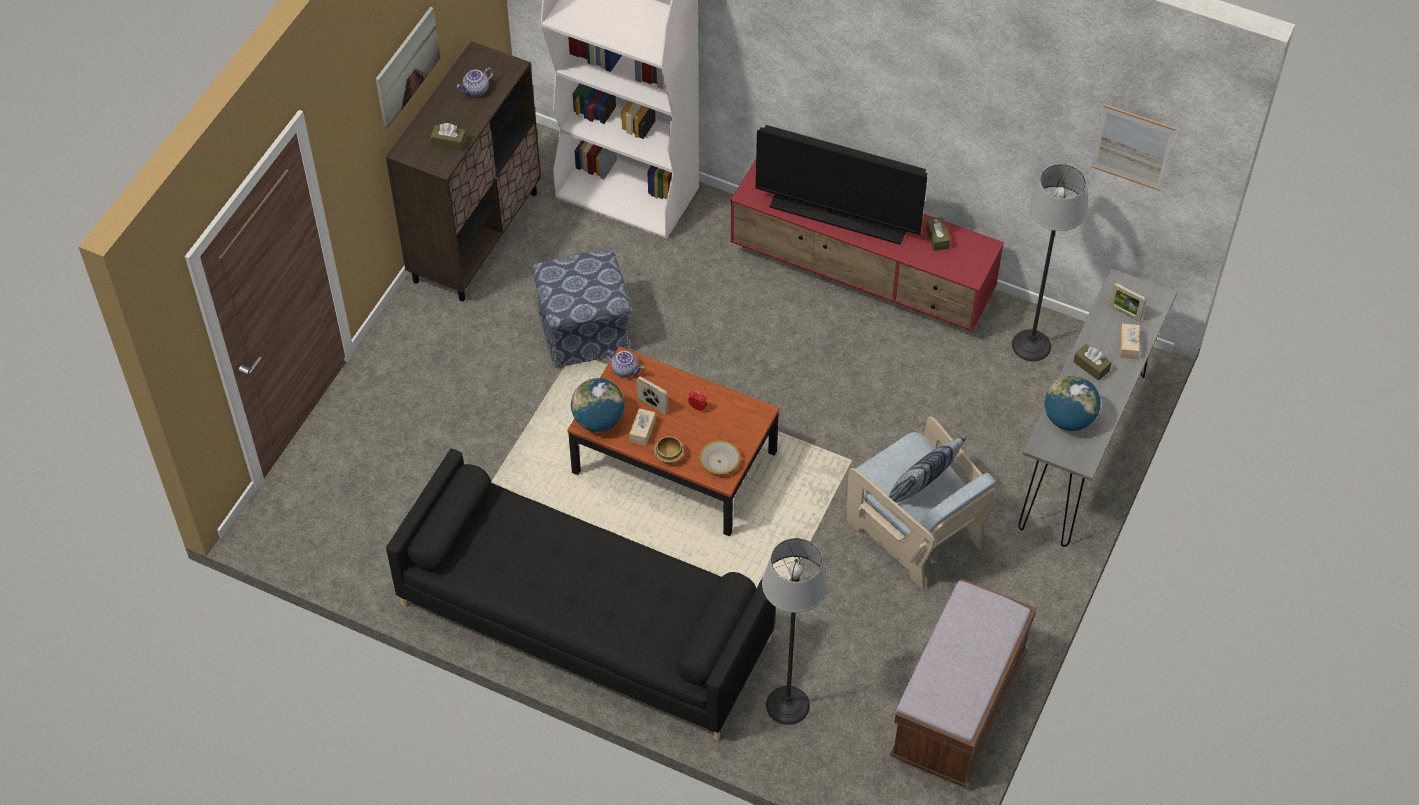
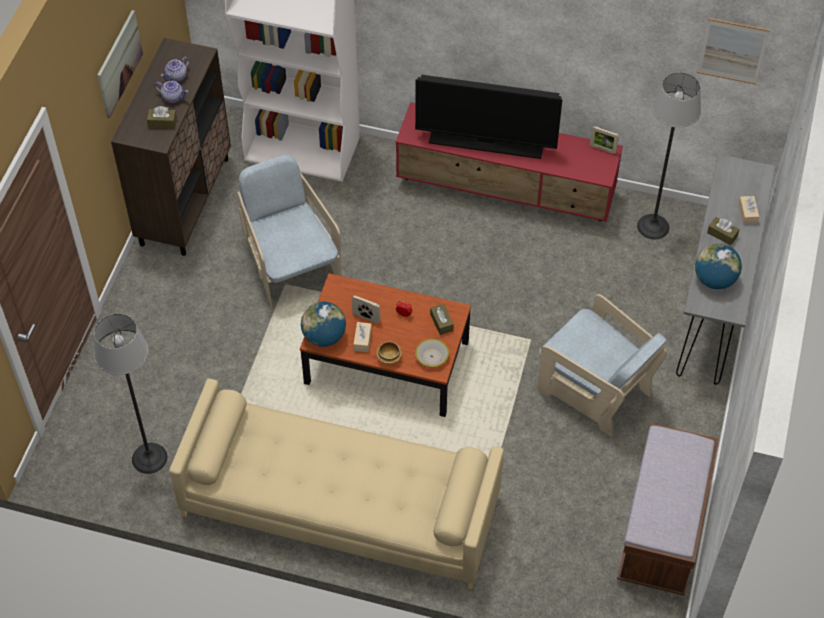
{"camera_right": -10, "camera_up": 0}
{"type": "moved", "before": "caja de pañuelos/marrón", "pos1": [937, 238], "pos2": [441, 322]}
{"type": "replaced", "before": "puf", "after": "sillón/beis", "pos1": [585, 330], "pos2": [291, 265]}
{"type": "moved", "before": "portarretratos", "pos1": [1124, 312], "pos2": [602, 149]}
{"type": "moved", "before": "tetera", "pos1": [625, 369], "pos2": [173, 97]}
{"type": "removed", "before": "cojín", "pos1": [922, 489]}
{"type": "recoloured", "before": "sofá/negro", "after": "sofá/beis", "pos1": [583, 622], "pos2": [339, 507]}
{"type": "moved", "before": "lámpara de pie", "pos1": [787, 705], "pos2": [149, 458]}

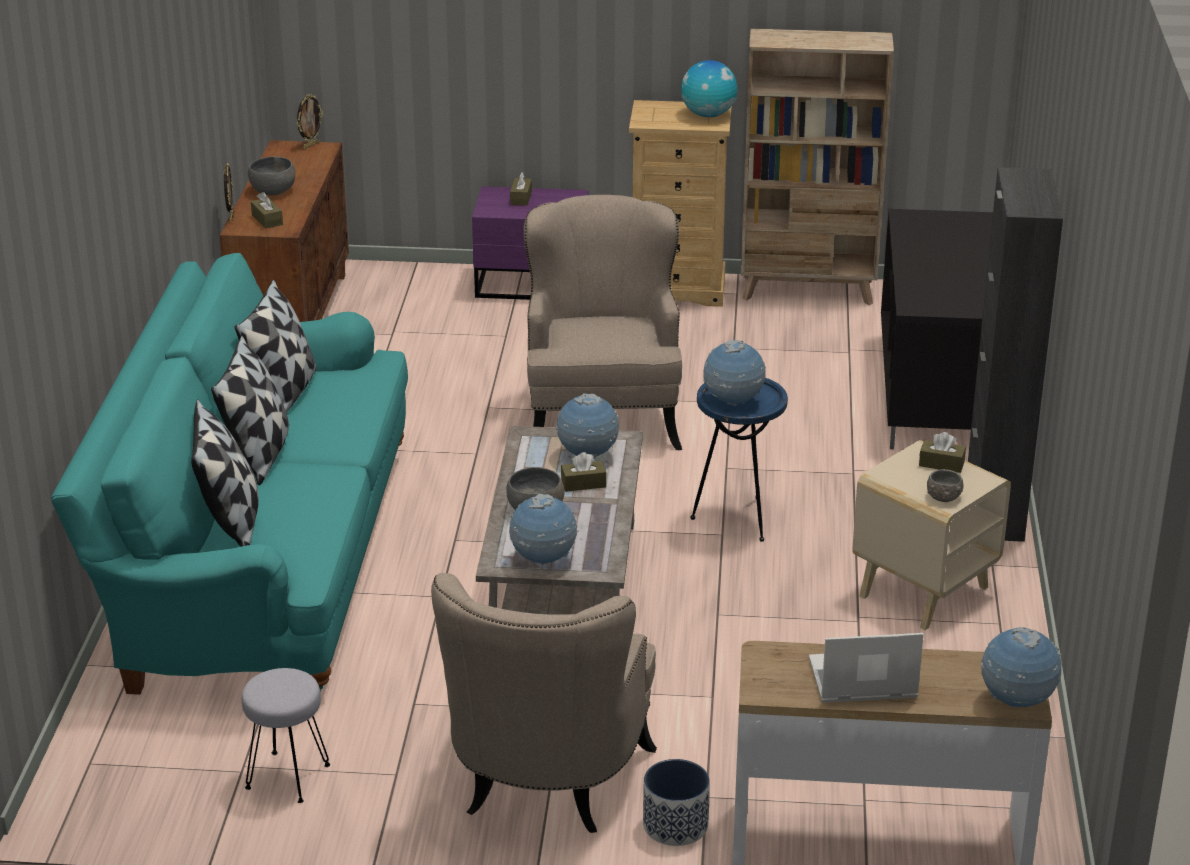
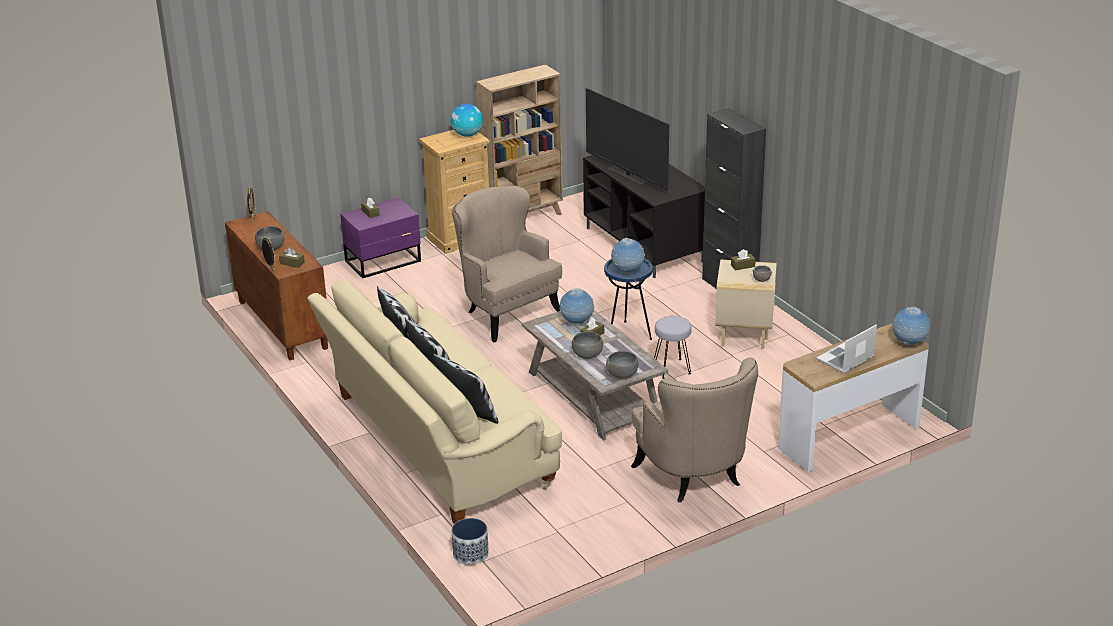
{"camera_right": -35, "camera_up": 0}
{"type": "recoloured", "before": "sofá/turquesa", "after": "sofá/beis", "pos1": [260, 563], "pos2": [436, 443]}
{"type": "replaced", "before": "globo terráqueo", "after": "cuenco/gris", "pos1": [543, 560], "pos2": [622, 374]}
{"type": "moved", "before": "taburete/gris", "pos1": [288, 777], "pos2": [672, 369]}
{"type": "moved", "before": "maceta", "pos1": [675, 825], "pos2": [470, 554]}
{"type": "added", "after": "televisor", "pos2": [627, 175]}

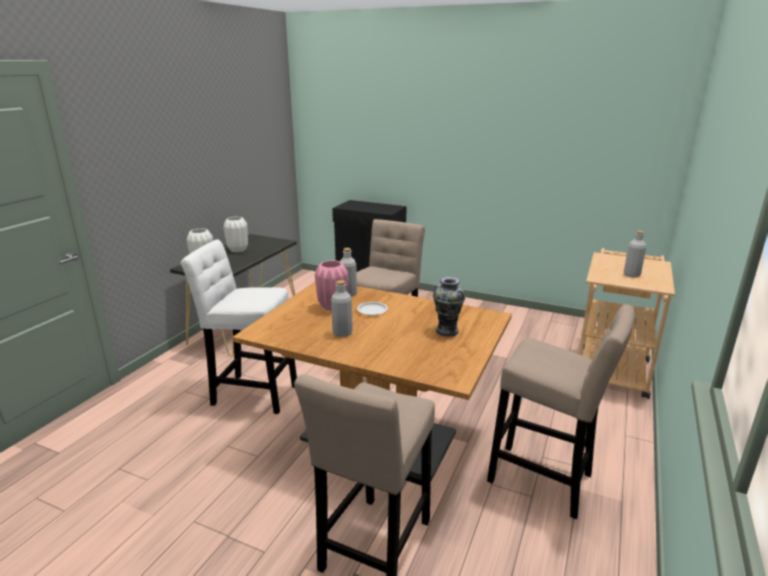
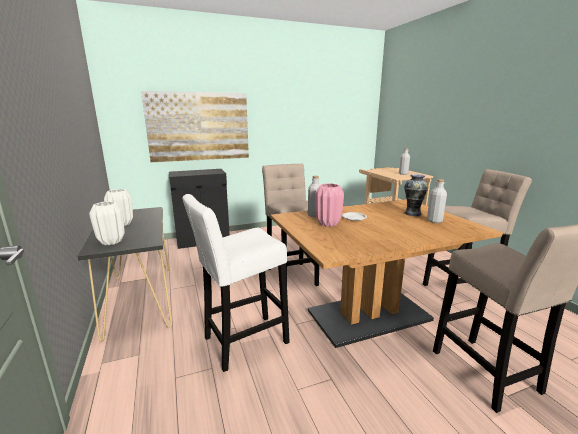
{"camera_right": -45, "camera_up": -5}
{"type": "moved", "before": "botella/gris", "pos1": [342, 333], "pos2": [434, 221]}
{"type": "added", "after": "cuadro", "pos2": [199, 126]}

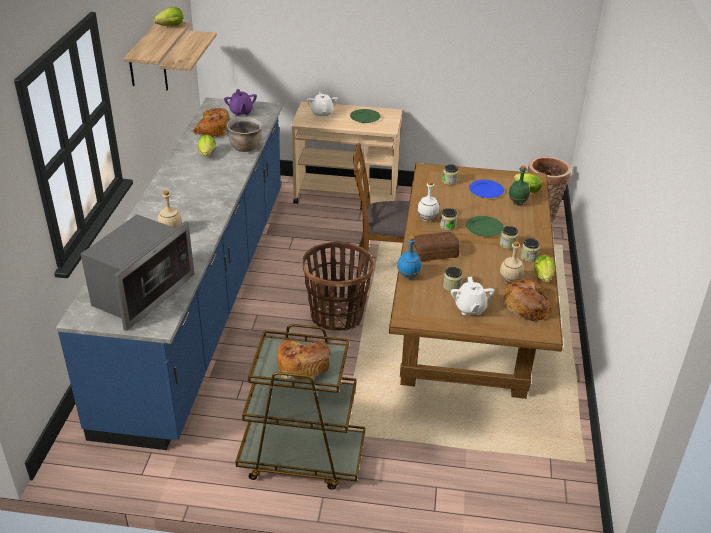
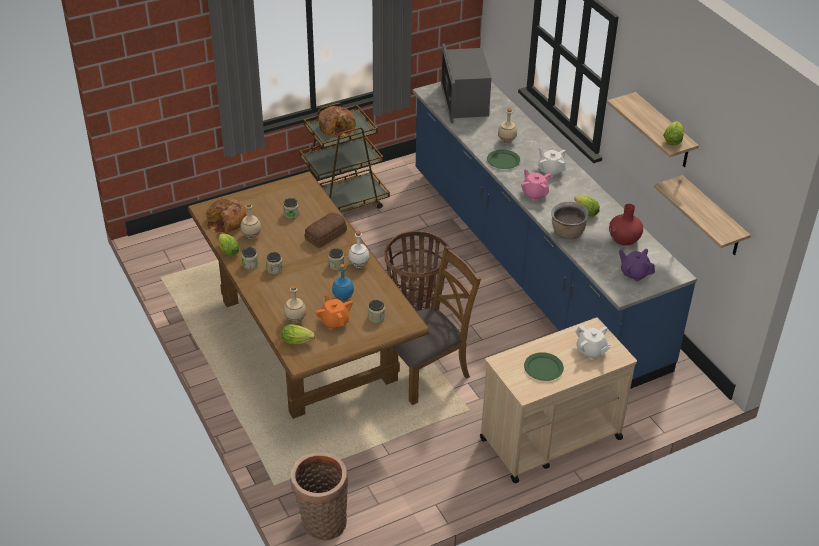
{"camera_right": 145, "camera_up": 5}
{"type": "replaced", "before": "pan", "after": "florero/rojo", "pos1": [212, 130], "pos2": [624, 239]}
{"type": "recoloured", "before": "botella/verde", "after": "botella/beis", "pos1": [518, 203], "pos2": [295, 320]}
{"type": "replaced", "before": "plato/azul", "after": "tetera/naranja", "pos1": [486, 190], "pos2": [334, 321]}
{"type": "moved", "before": "plato/verde", "pos1": [484, 228], "pos2": [503, 161]}
{"type": "moved", "before": "botella/azul", "pos1": [408, 276], "pos2": [343, 298]}
{"type": "moved", "before": "tetera/blanco", "pos1": [470, 308], "pos2": [550, 171]}
{"type": "added", "after": "tetera/rosa", "pos2": [534, 194]}

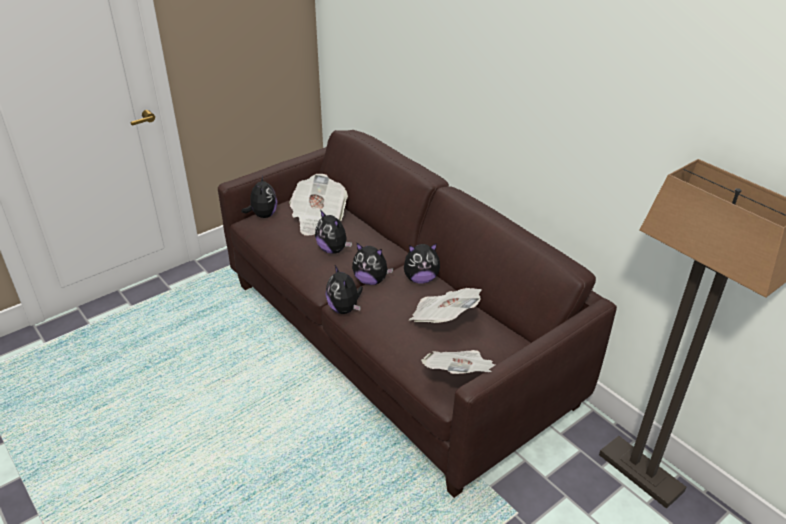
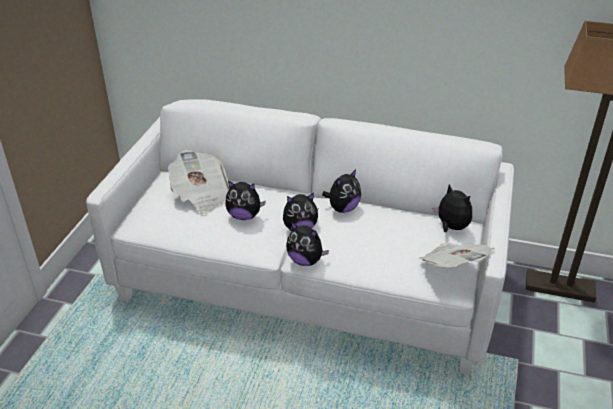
{"camera_right": -35, "camera_up": 0}
{"type": "recoloured", "before": "sofá/marrón", "after": "sofá/blanco", "pos1": [394, 342], "pos2": [307, 282]}
{"type": "moved", "before": "peluche", "pos1": [263, 215], "pos2": [451, 227]}
{"type": "removed", "before": "periódico", "pos1": [443, 319]}

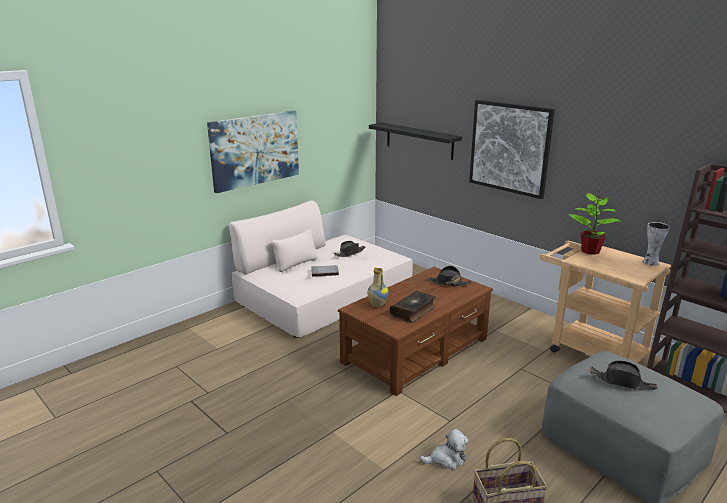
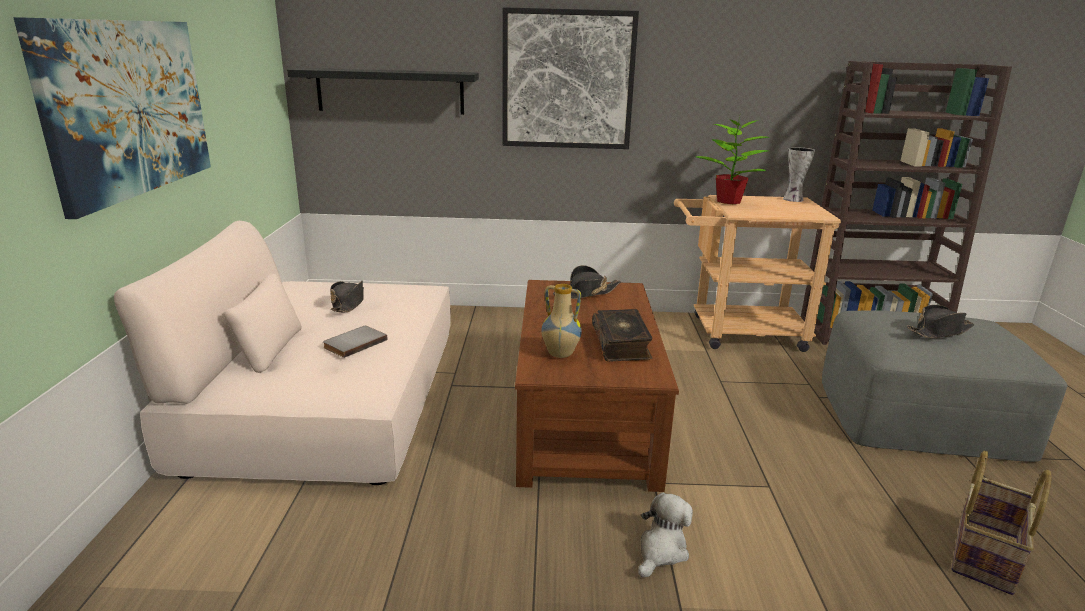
{"camera_right": -45, "camera_up": 0}
{"type": "moved", "before": "peluche", "pos1": [446, 459], "pos2": [661, 551]}

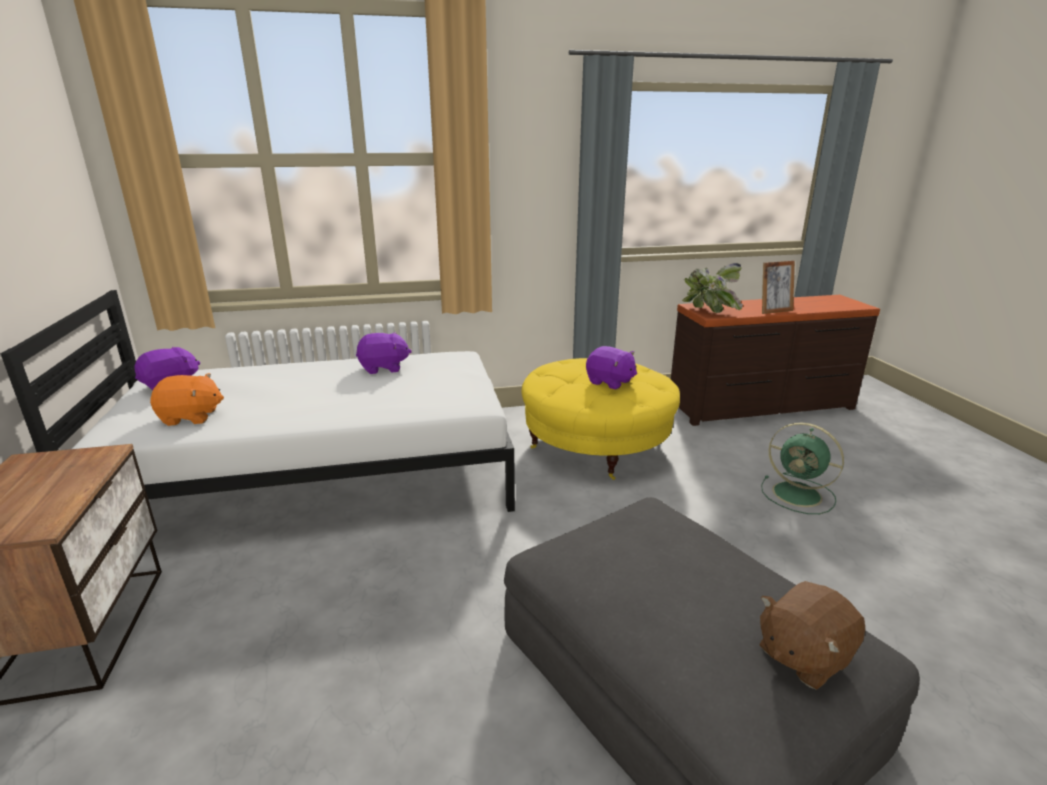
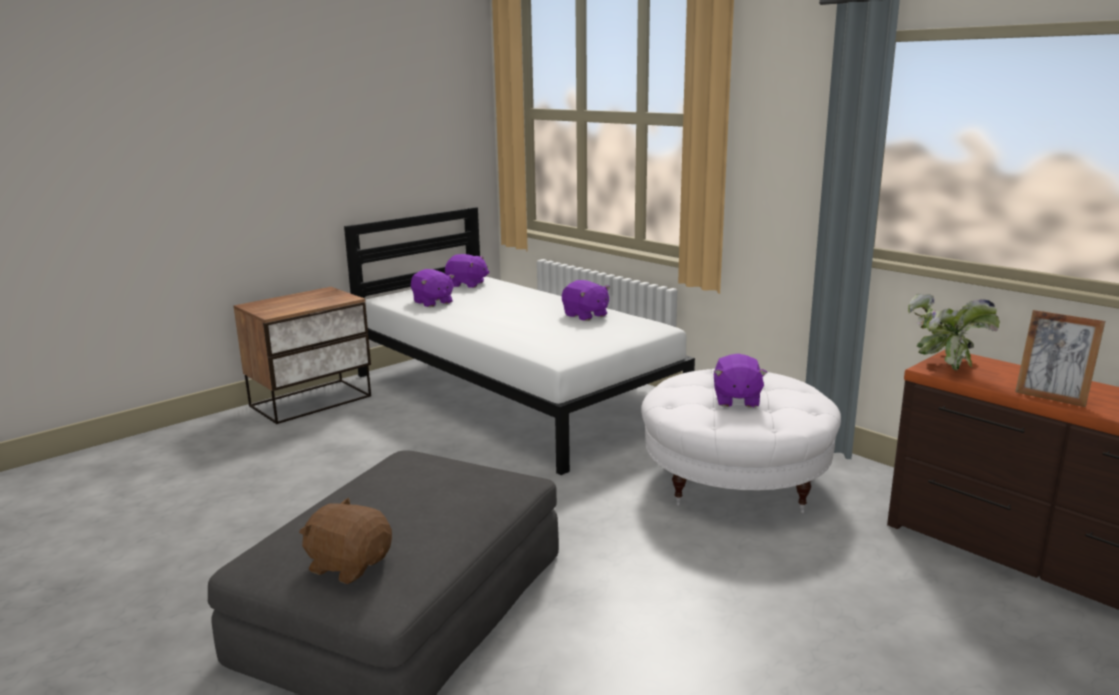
{"camera_right": 60, "camera_up": -5}
{"type": "recoloured", "before": "puf/amarillo", "after": "puf/blanco", "pos1": [596, 446], "pos2": [735, 480]}
{"type": "recoloured", "before": "peluche/naranja", "after": "peluche/morado", "pos1": [191, 417], "pos2": [432, 302]}
{"type": "removed", "before": "ventilador/verde", "pos1": [799, 495]}

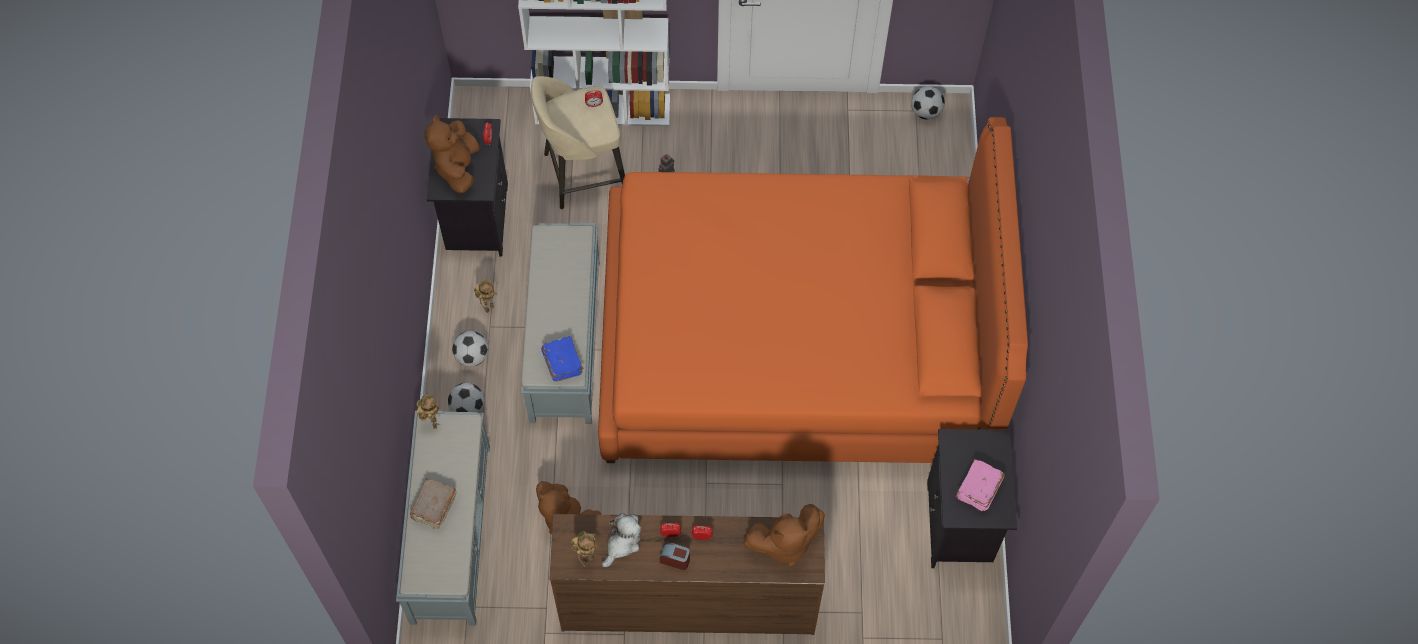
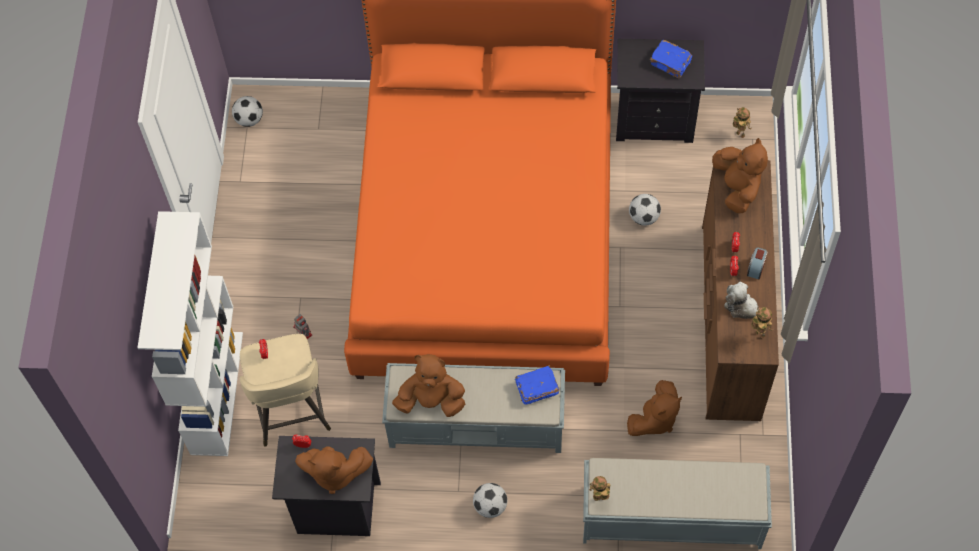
{"camera_right": -85, "camera_up": 0}
{"type": "moved", "before": "robot de juguete", "pos1": [489, 307], "pos2": [739, 135]}
{"type": "moved", "before": "balón de fútbol", "pos1": [468, 408], "pos2": [643, 217]}
{"type": "recoloured", "before": "libro/rosa", "after": "libro/azul", "pos1": [977, 489], "pos2": [670, 63]}
{"type": "removed", "before": "libro/marrón", "pos1": [433, 507]}
{"type": "added", "after": "peluche/marrón", "pos2": [431, 401]}

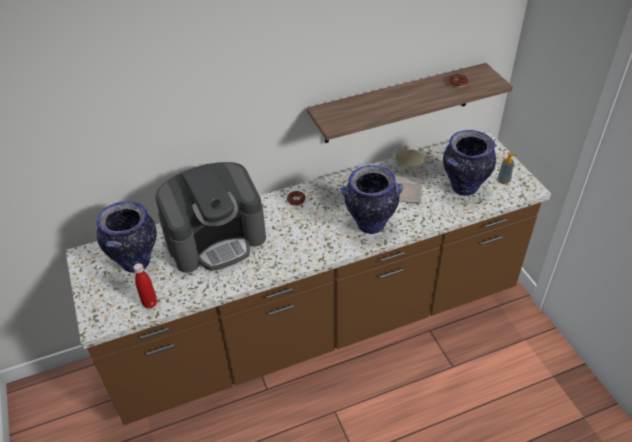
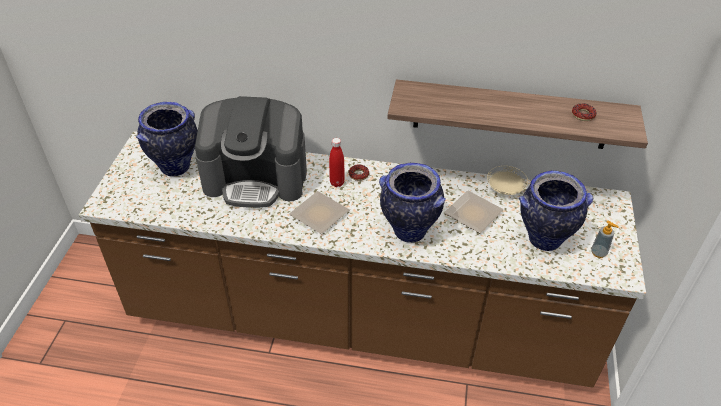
{"camera_right": 30, "camera_up": 0}
{"type": "moved", "before": "botella/rojo", "pos1": [150, 303], "pos2": [337, 183]}
{"type": "added", "after": "plato", "pos2": [319, 213]}

